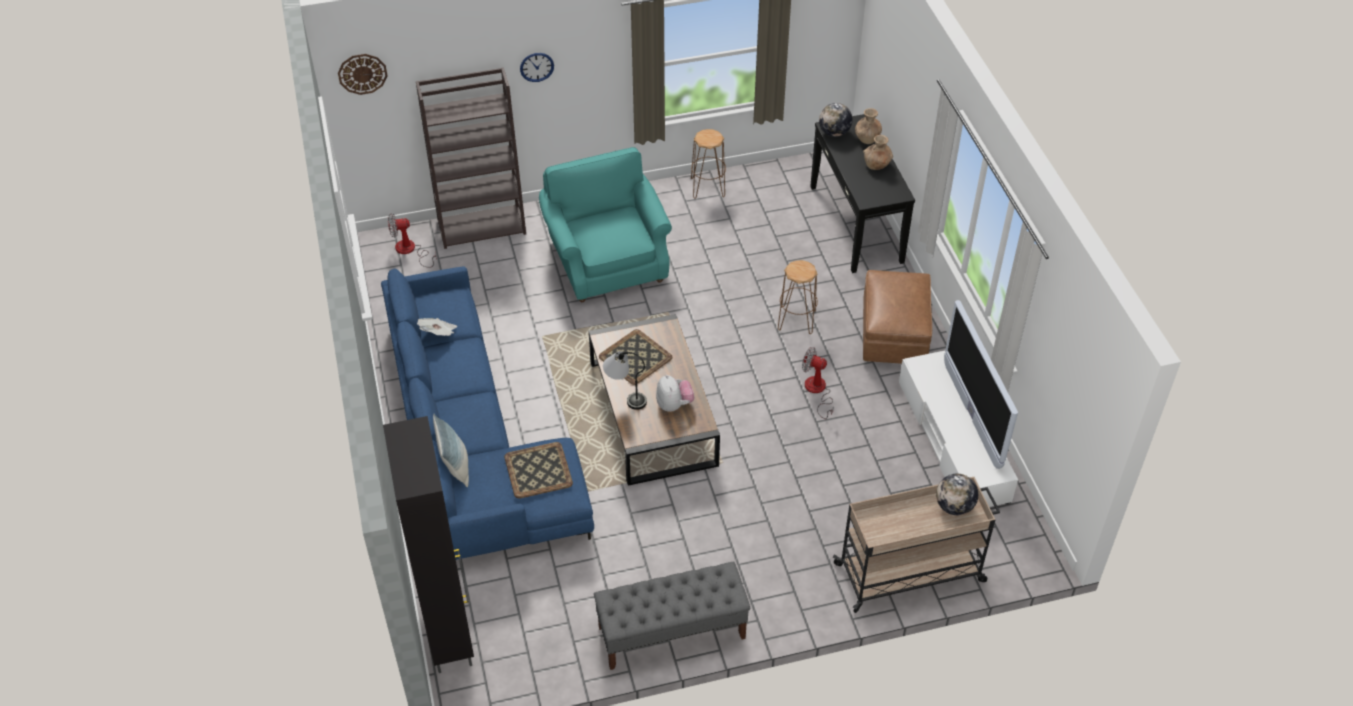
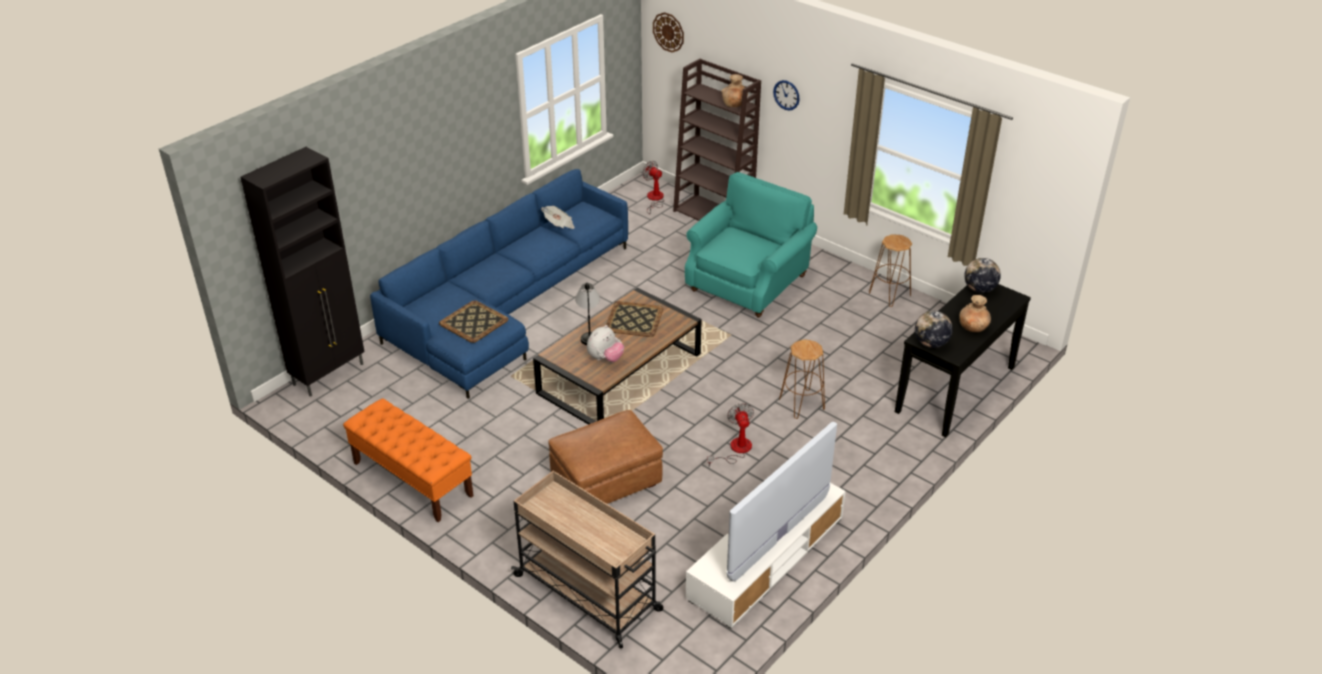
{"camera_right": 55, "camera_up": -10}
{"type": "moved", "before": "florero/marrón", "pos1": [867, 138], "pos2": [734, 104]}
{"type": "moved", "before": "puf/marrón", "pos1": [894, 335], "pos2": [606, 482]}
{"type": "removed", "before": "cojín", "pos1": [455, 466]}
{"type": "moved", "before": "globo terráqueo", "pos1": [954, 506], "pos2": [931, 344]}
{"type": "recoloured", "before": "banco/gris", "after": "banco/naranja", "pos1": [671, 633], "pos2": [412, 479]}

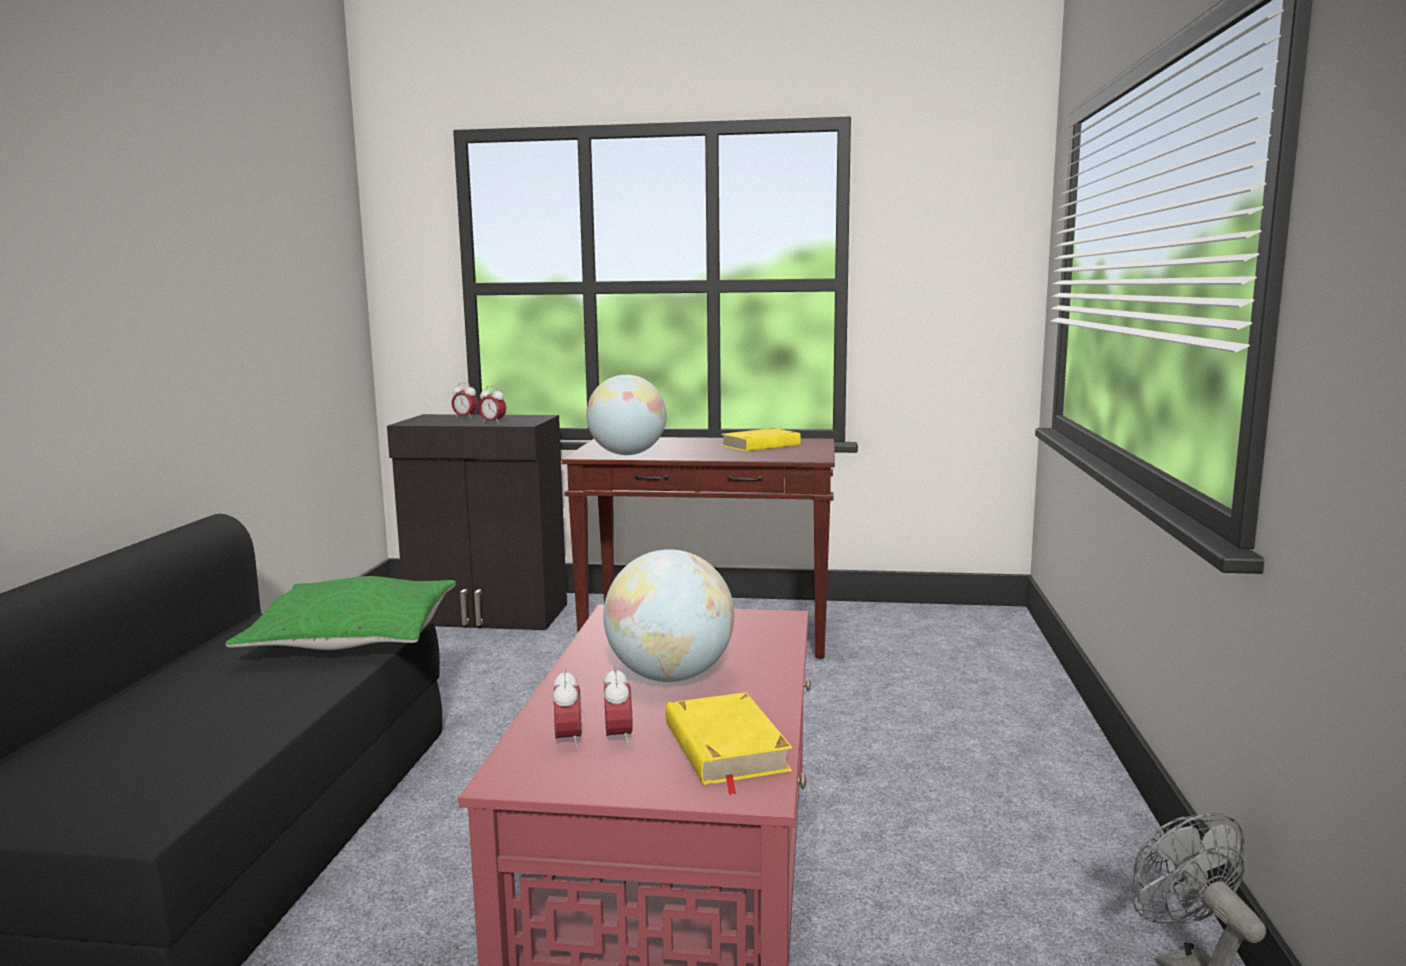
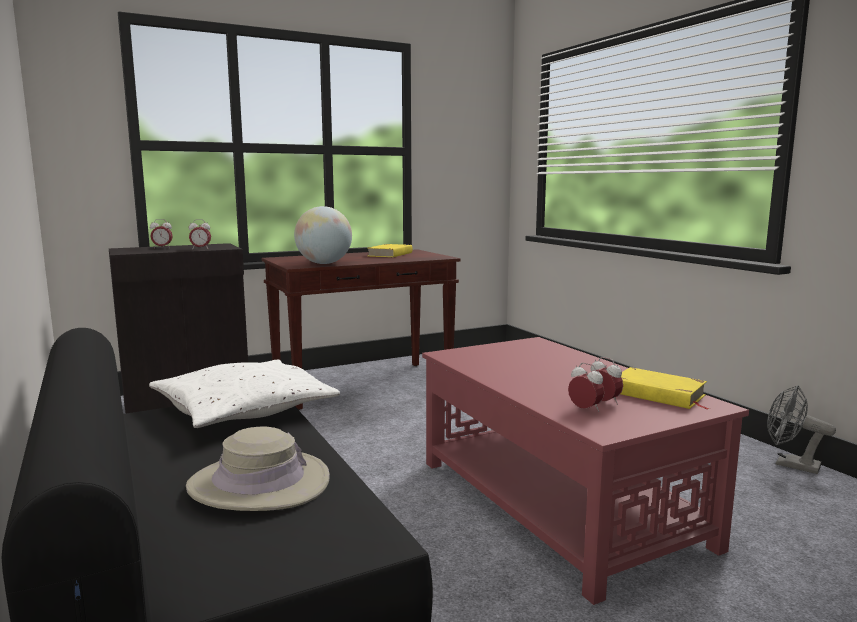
{"camera_right": -35, "camera_up": 0}
{"type": "removed", "before": "globo terráqueo", "pos1": [670, 676]}
{"type": "recoloured", "before": "cojín/verde", "after": "cojín/blanco", "pos1": [353, 636], "pos2": [244, 410]}
{"type": "added", "after": "sombrero/beis", "pos2": [259, 483]}

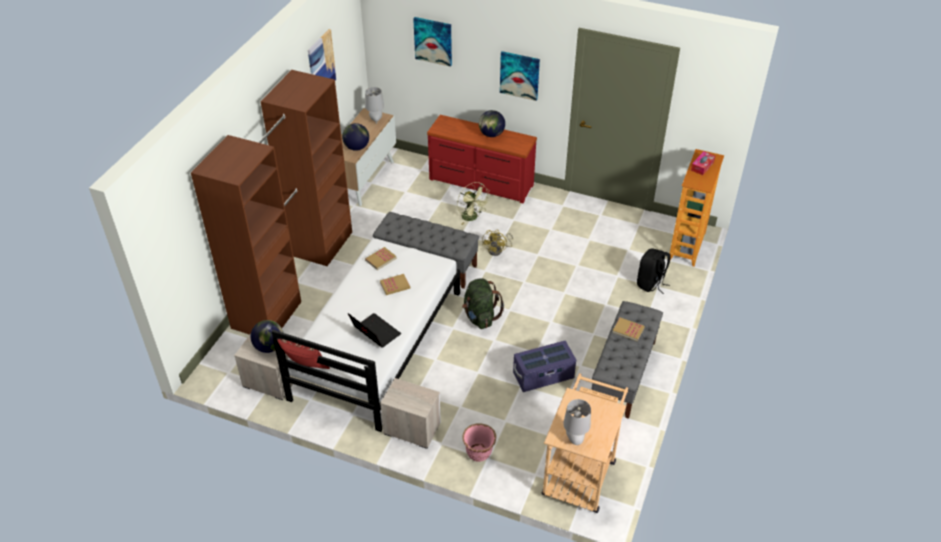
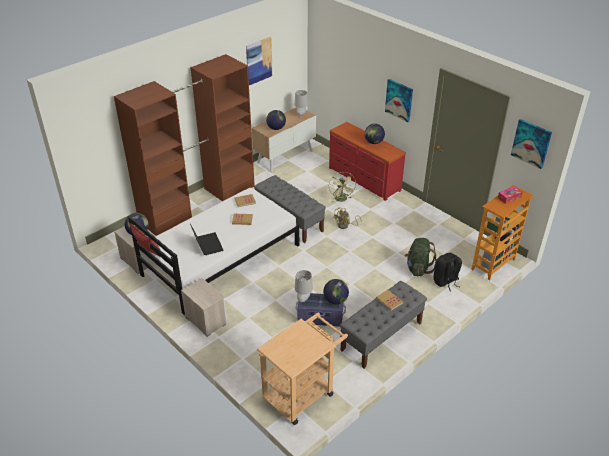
{"camera_right": 25, "camera_up": -5}
{"type": "moved", "before": "cuadro", "pos1": [433, 41], "pos2": [531, 143]}
{"type": "moved", "before": "mochila/verde", "pos1": [480, 317], "pos2": [418, 268]}
{"type": "moved", "before": "lámpara de mesa/gris", "pos1": [575, 438], "pos2": [303, 299]}
{"type": "removed", "before": "maceta/rosa", "pos1": [479, 453]}
{"type": "added", "after": "globo terráqueo", "pos2": [335, 300]}

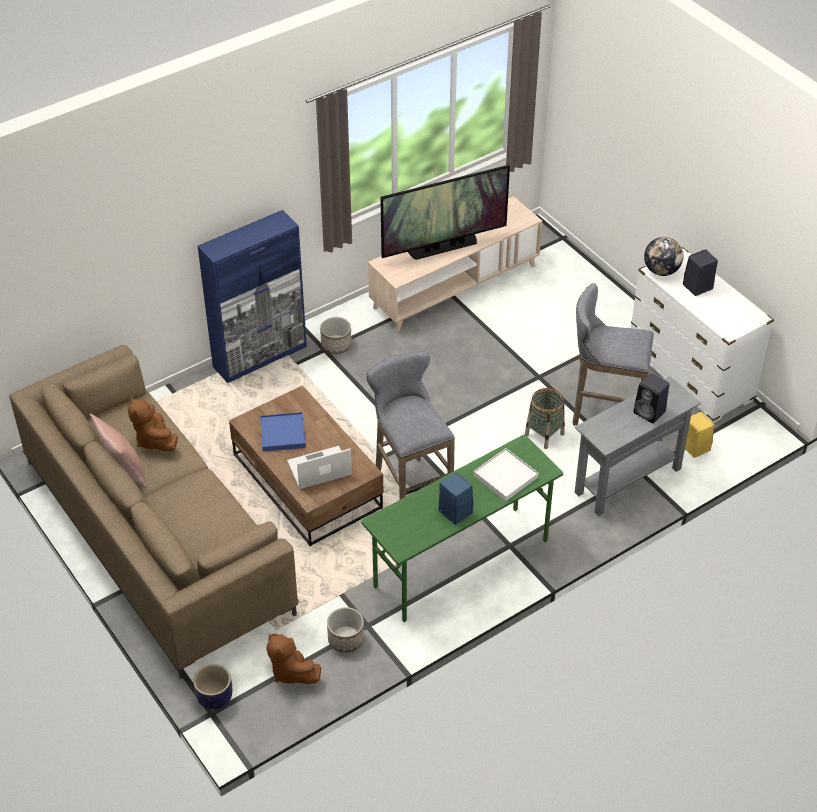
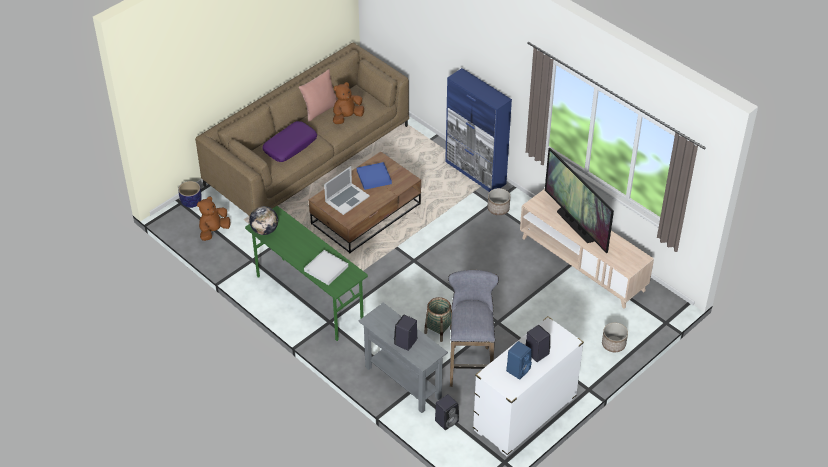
{"camera_right": 80, "camera_up": 0}
{"type": "moved", "before": "globo terráqueo", "pos1": [661, 271], "pos2": [264, 230]}
{"type": "removed", "before": "taburete/gris", "pos1": [410, 485]}
{"type": "recoloured", "before": "altavoz/amarillo", "after": "altavoz/negro", "pos1": [694, 447], "pos2": [447, 420]}
{"type": "turned", "before": "portátil", "pos1": [319, 468], "pos2": [347, 199], "turn": 75}
{"type": "moved", "before": "altavoz/azul", "pos1": [454, 511], "pos2": [518, 369]}
{"type": "moved", "before": "maceta", "pos1": [345, 639], "pos2": [613, 344]}
{"type": "added", "after": "cojín/morado", "pos2": [290, 146]}

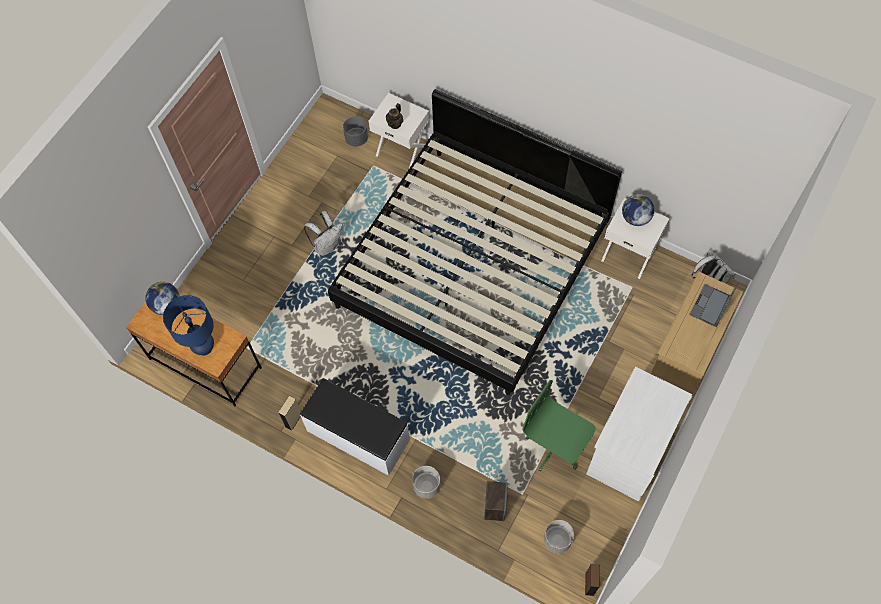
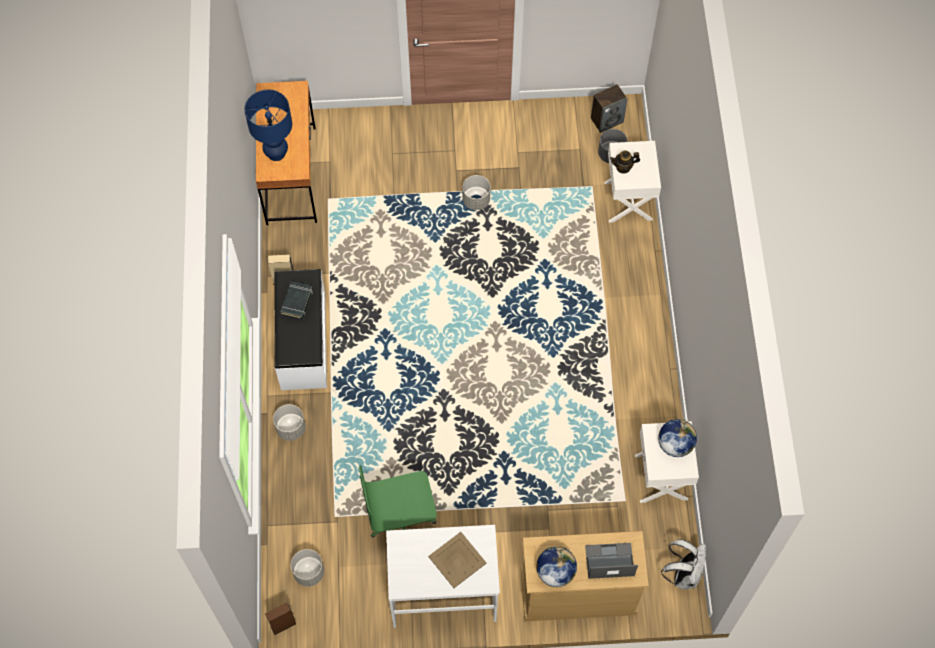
{"camera_right": 55, "camera_up": 0}
{"type": "removed", "before": "cama", "pos1": [472, 266]}
{"type": "replaced", "before": "mochila/blanco", "after": "maceta/gris", "pos1": [327, 245], "pos2": [476, 200]}
{"type": "moved", "before": "globo terráqueo", "pos1": [166, 305], "pos2": [555, 572]}
{"type": "turned", "before": "silla de oficina/verde", "pos1": [555, 446], "pos2": [402, 520], "turn": -105}
{"type": "moved", "before": "altavoz", "pos1": [494, 506], "pos2": [607, 120]}
{"type": "added", "after": "libro/negro", "pos2": [297, 301]}
{"type": "added", "after": "bandeja/beis", "pos2": [457, 560]}

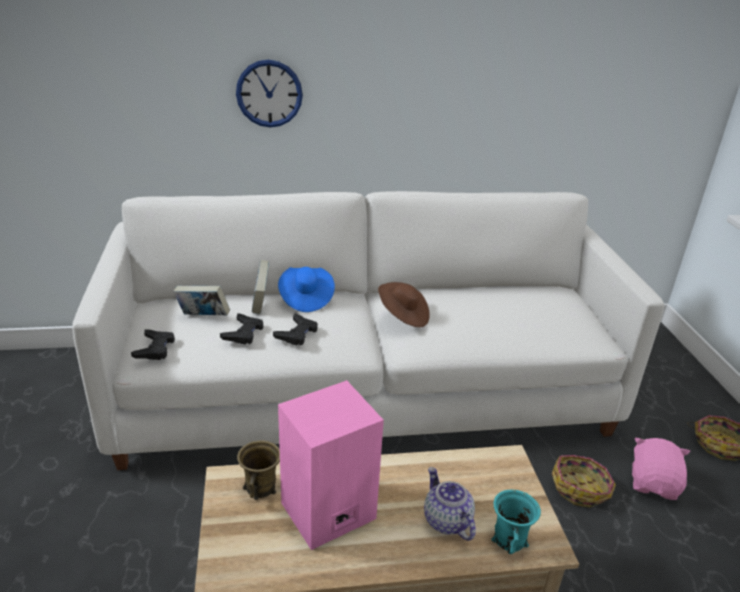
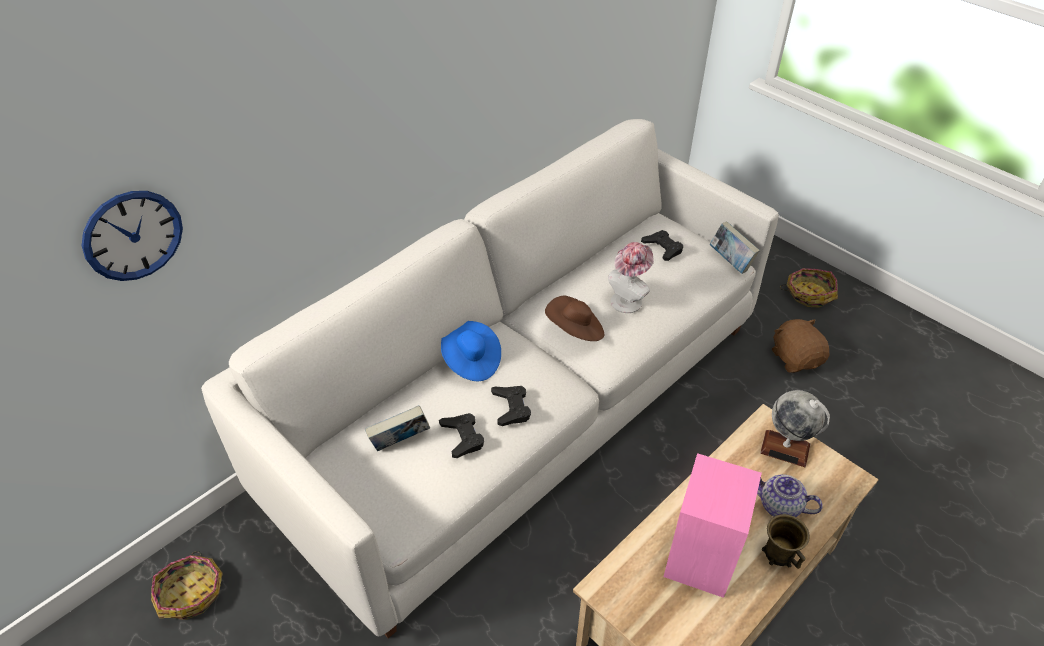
{"camera_right": -35, "camera_up": 15}
{"type": "moved", "before": "reloj de pared", "pos1": [269, 94], "pos2": [133, 235]}
{"type": "moved", "before": "libro", "pos1": [261, 303], "pos2": [730, 262]}
{"type": "moved", "before": "mando de consola/negro", "pos1": [155, 348], "pos2": [662, 248]}
{"type": "recoloured", "before": "peluche/rosa", "after": "peluche/marrón", "pos1": [653, 483], "pos2": [796, 358]}
{"type": "moved", "before": "taza grande/marrón", "pos1": [261, 487], "pos2": [779, 553]}
{"type": "moved", "before": "cesta", "pos1": [580, 488], "pos2": [191, 592]}
{"type": "removed", "before": "taza grande/turquesa", "pos1": [510, 539]}
{"type": "added", "after": "sombrero", "pos2": [628, 299]}
{"type": "added", "after": "globo terráqueo", "pos2": [785, 448]}

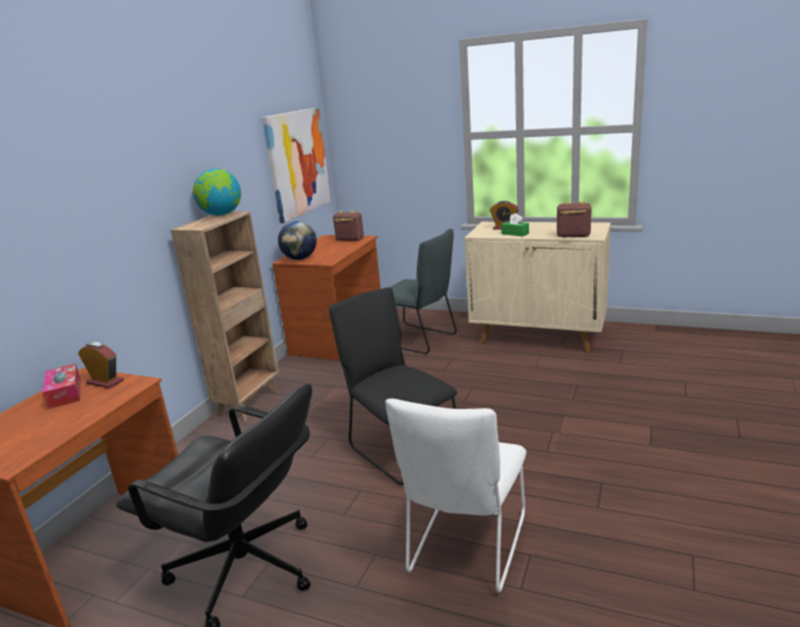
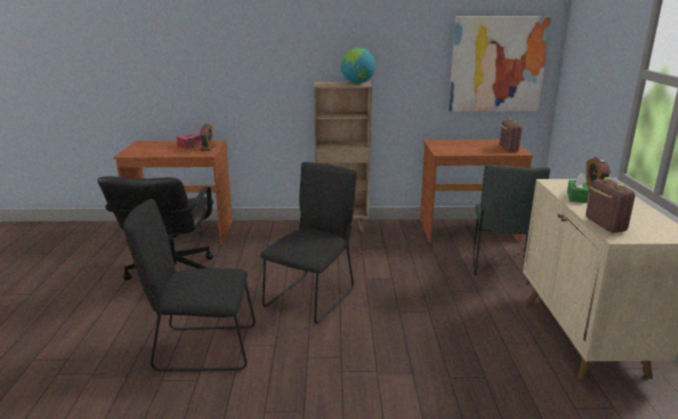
{"camera_right": 65, "camera_up": 0}
{"type": "removed", "before": "globo terráqueo", "pos1": [300, 259]}
{"type": "recoloured", "before": "silla/blanco", "after": "silla/negro", "pos1": [466, 548], "pos2": [201, 348]}

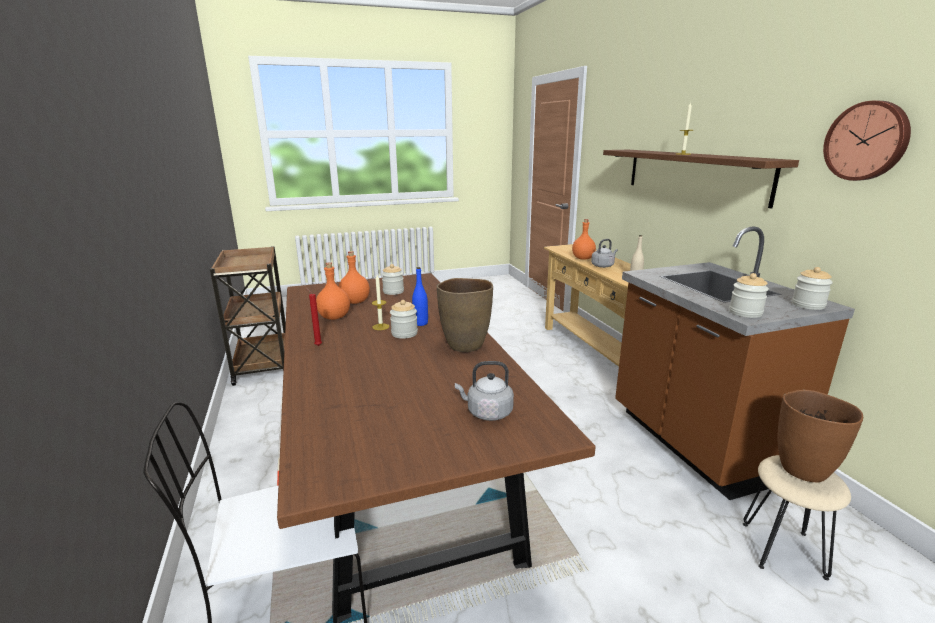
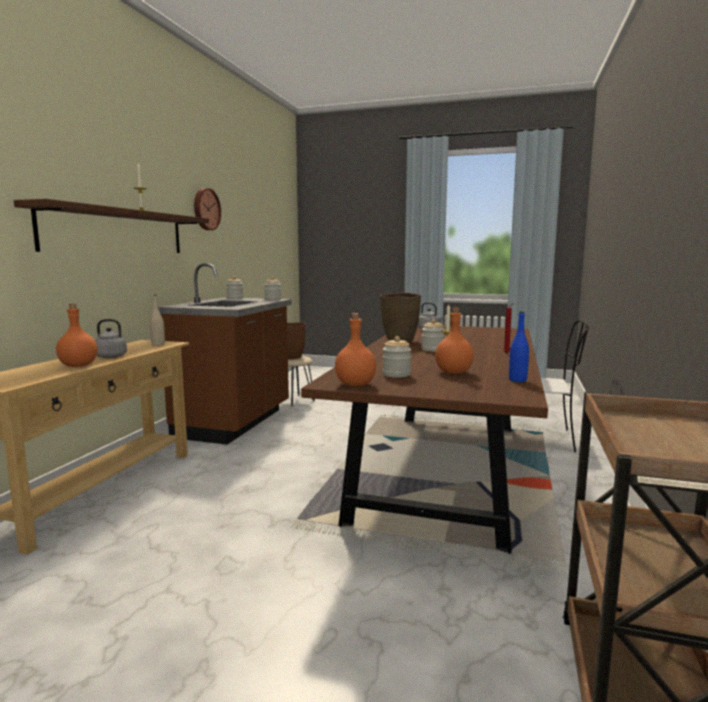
{"camera_right": -145, "camera_up": -10}
{"type": "moved", "before": "botella/naranja", "pos1": [335, 317], "pos2": [354, 384]}
{"type": "moved", "before": "botella/azul", "pos1": [420, 323], "pos2": [517, 380]}

